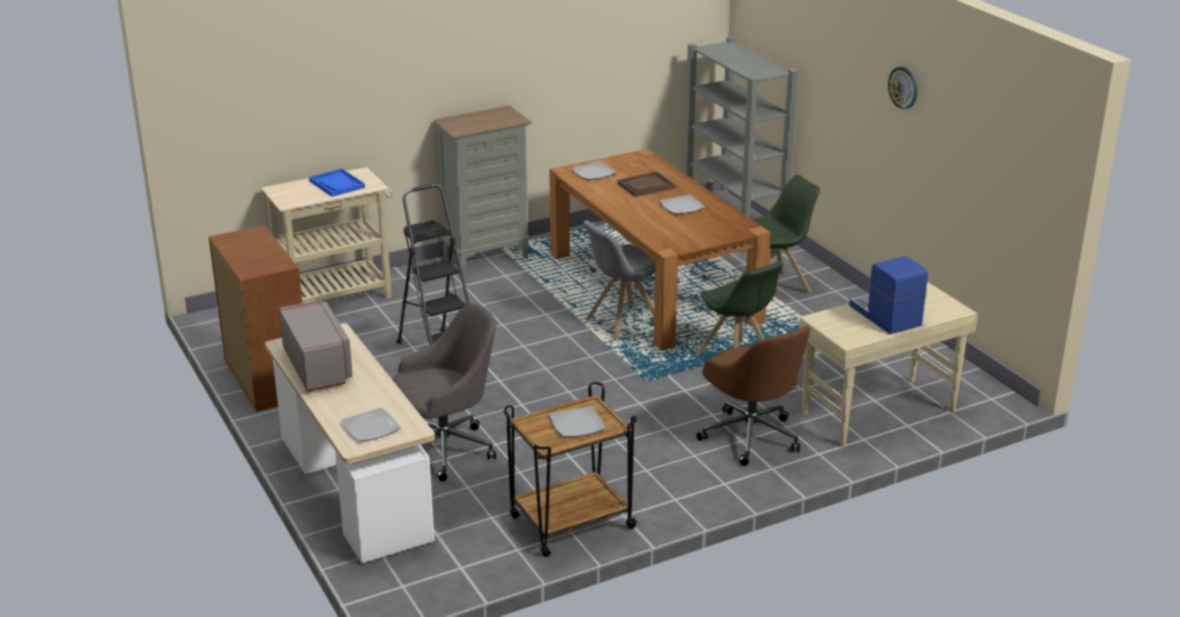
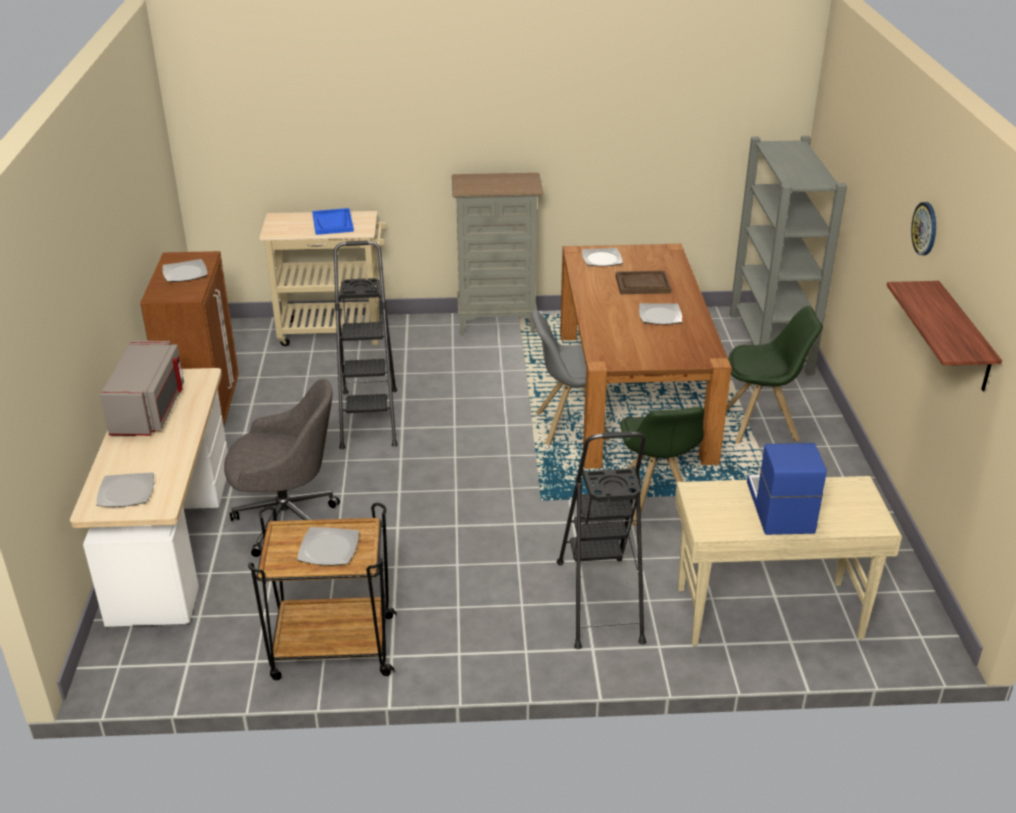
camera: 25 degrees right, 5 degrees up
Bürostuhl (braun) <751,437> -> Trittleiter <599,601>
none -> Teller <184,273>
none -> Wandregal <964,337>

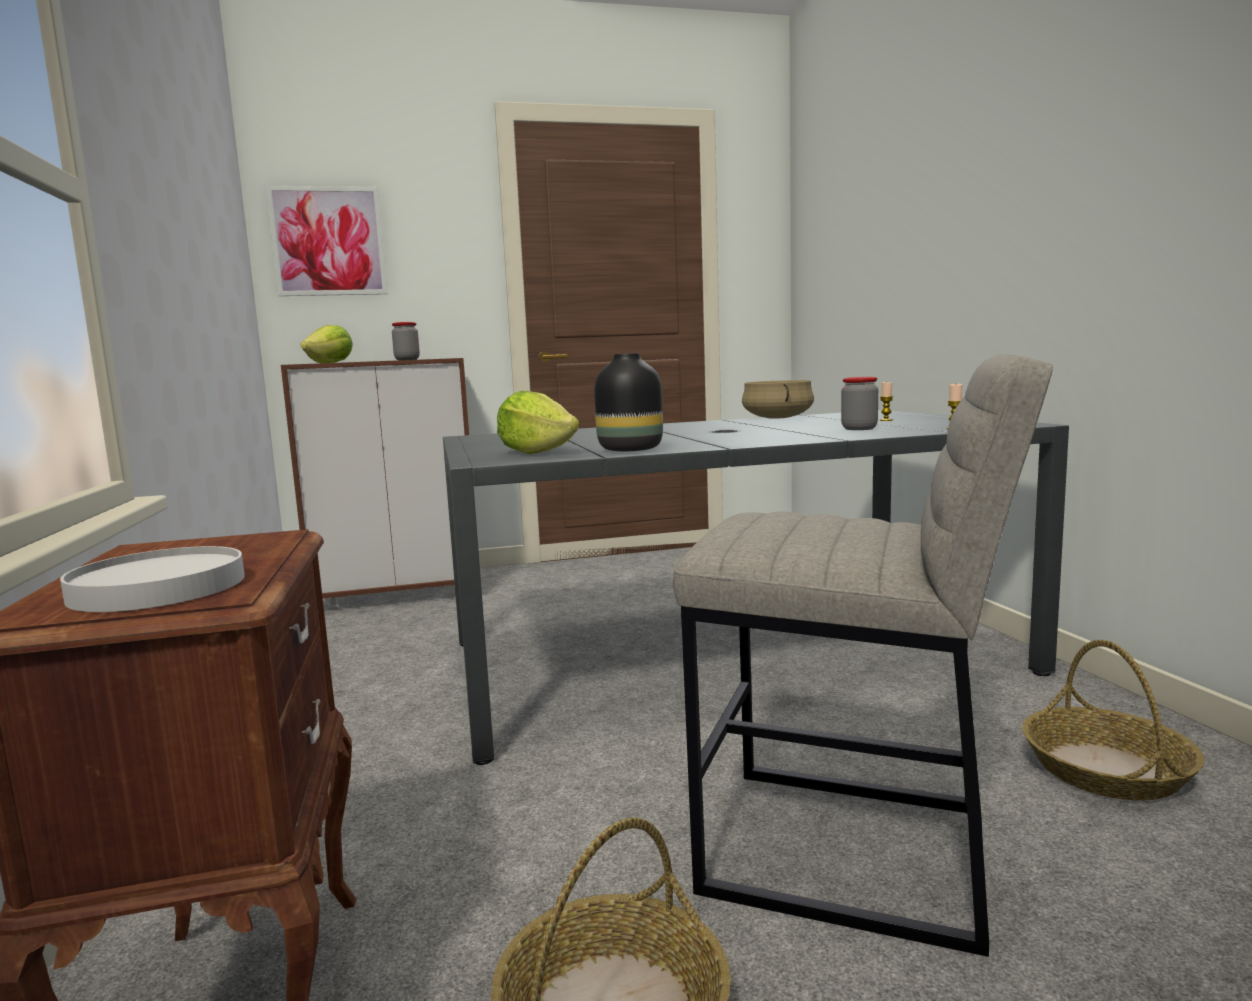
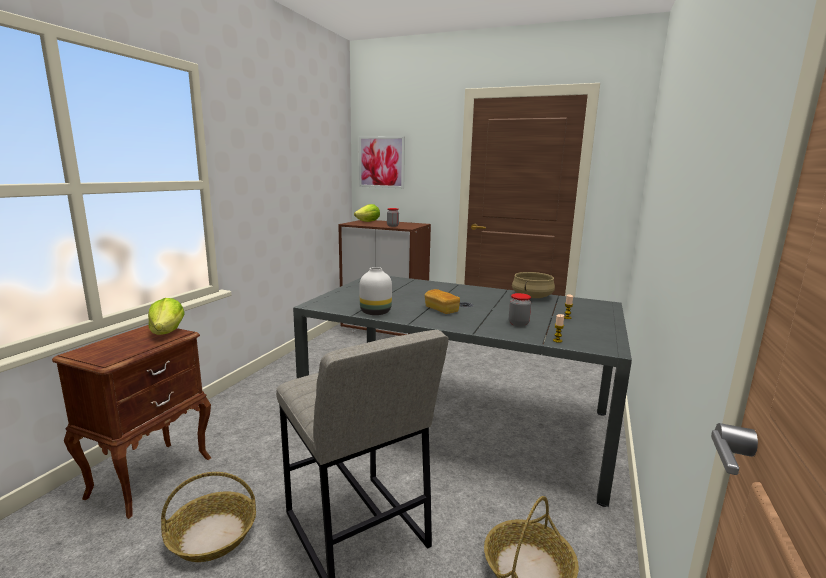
camera: 35 degrees right, 5 degrees up
Teller (weiß) <157,588> -> none
Salatkopf <536,452> -> Salatkopf <167,332>, move
Vase (schwarz) <632,450> -> Vase (weiß) <376,312>
none -> Brot <441,310>

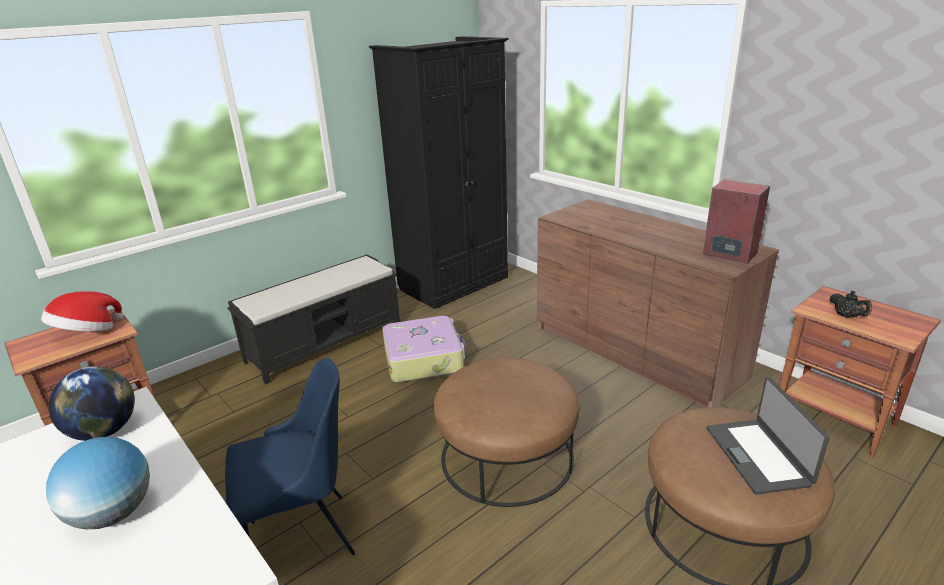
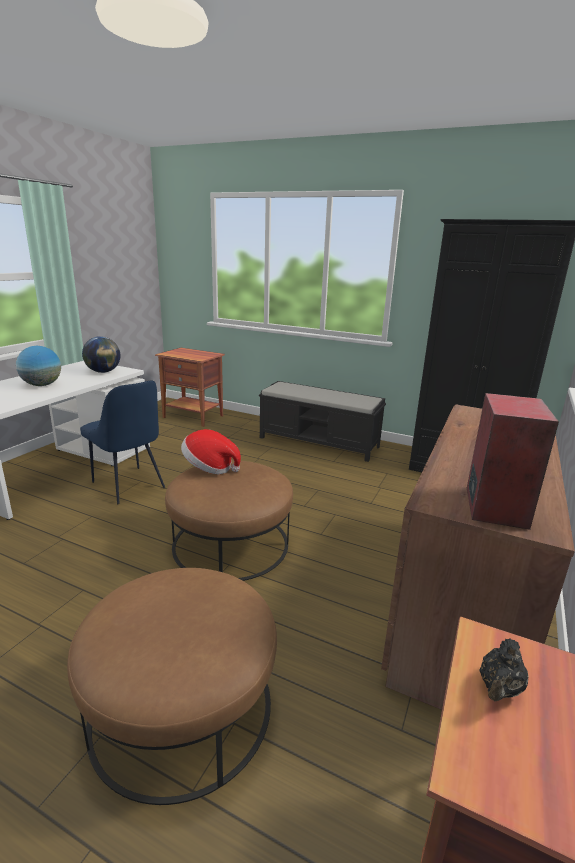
camera: 65 degrees right, 5 degrees down
Hut <87,333> -> Hut <209,468>, move
Koffer <424,358> -> none
Laptop <758,455> -> none

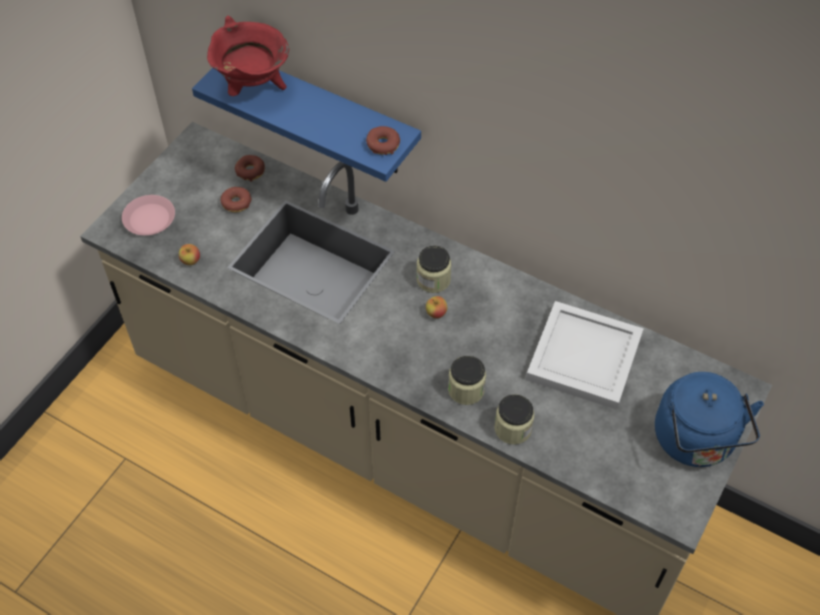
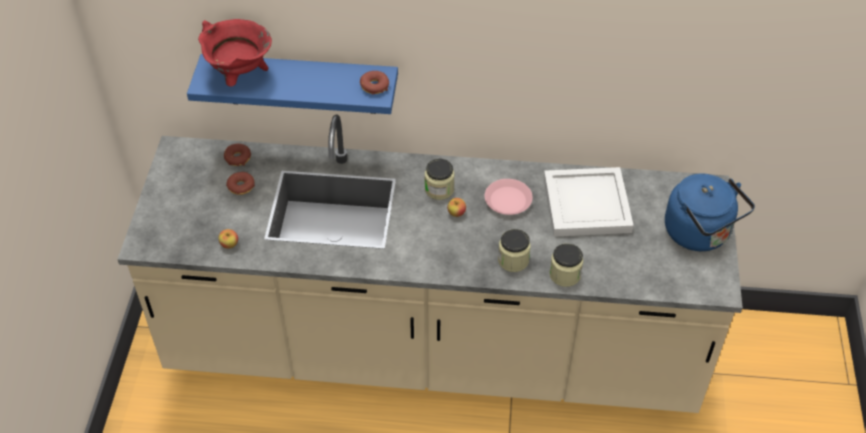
camera: 25 degrees left, 5 degrees down
Teller (rosa) <150,219> -> Teller (rosa) <508,200>, move

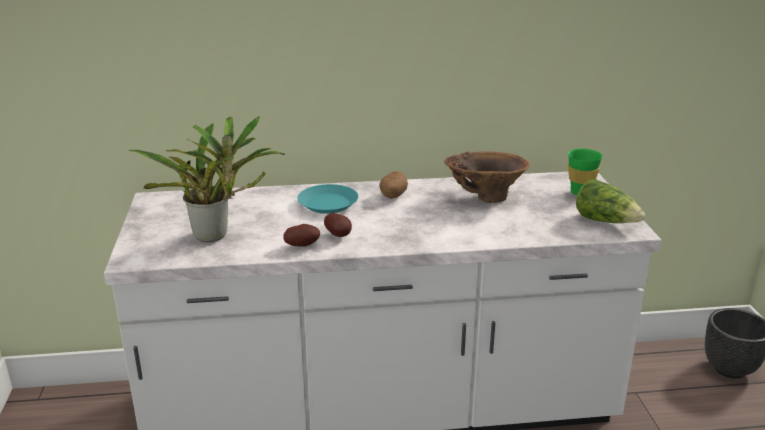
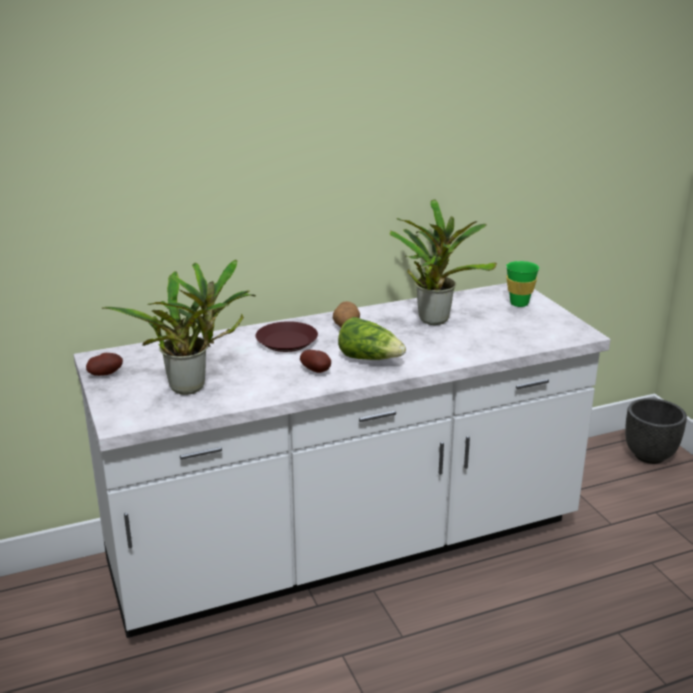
camera: 15 degrees left, 0 degrees up
Kartoffel <302,245> -> Kartoffel <106,374>, move
Teller (türkis) <328,203> -> Teller (braun) <286,341>
Vase (braun) <484,197> -> Topfpflanze <434,318>
Salatkopf <606,221> -> Salatkopf <370,358>, move

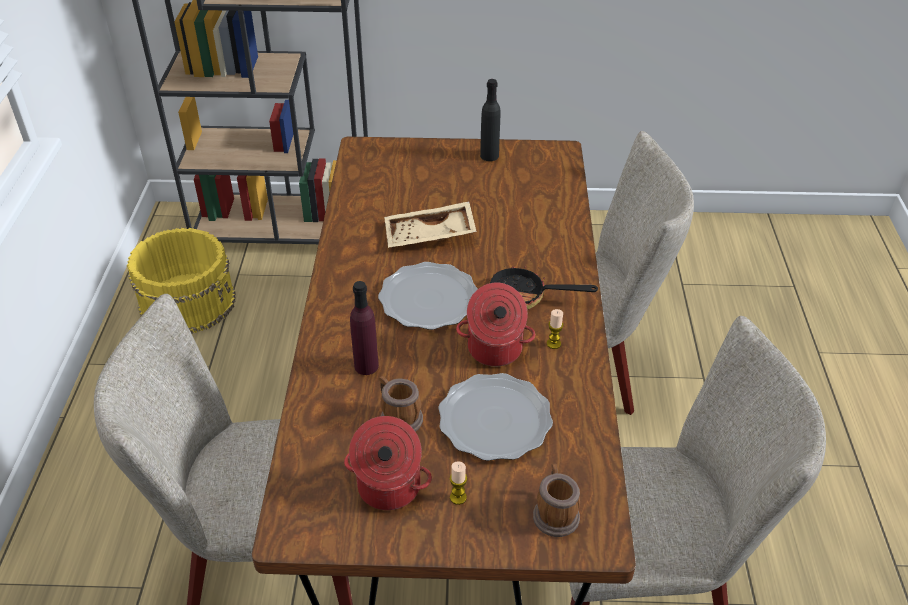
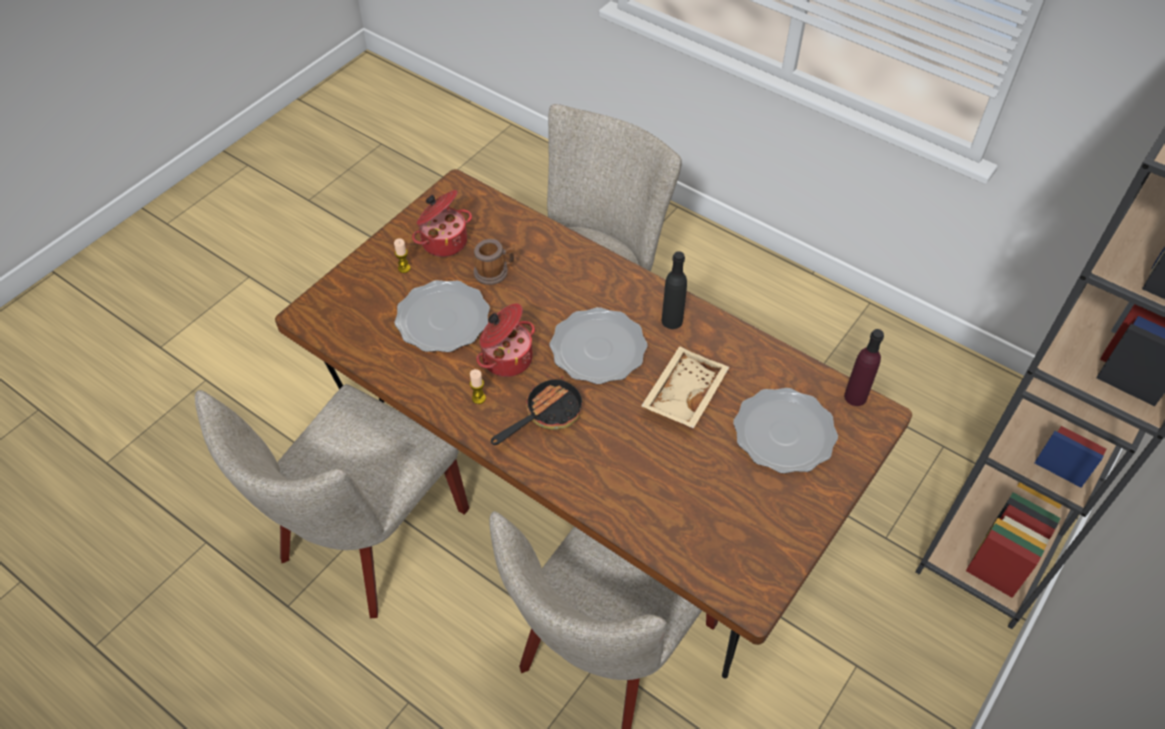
camera: 125 degrees right, 10 degrees up
Eimer (gelb) <188,301> -> none
Flasche (lila) <366,366> -> Flasche (lila) <855,396>, move
Flasche (schwarz) <489,155> -> Flasche (schwarz) <672,320>, move
Henkelbecher <555,512> -> none
none -> Teller <784,432>

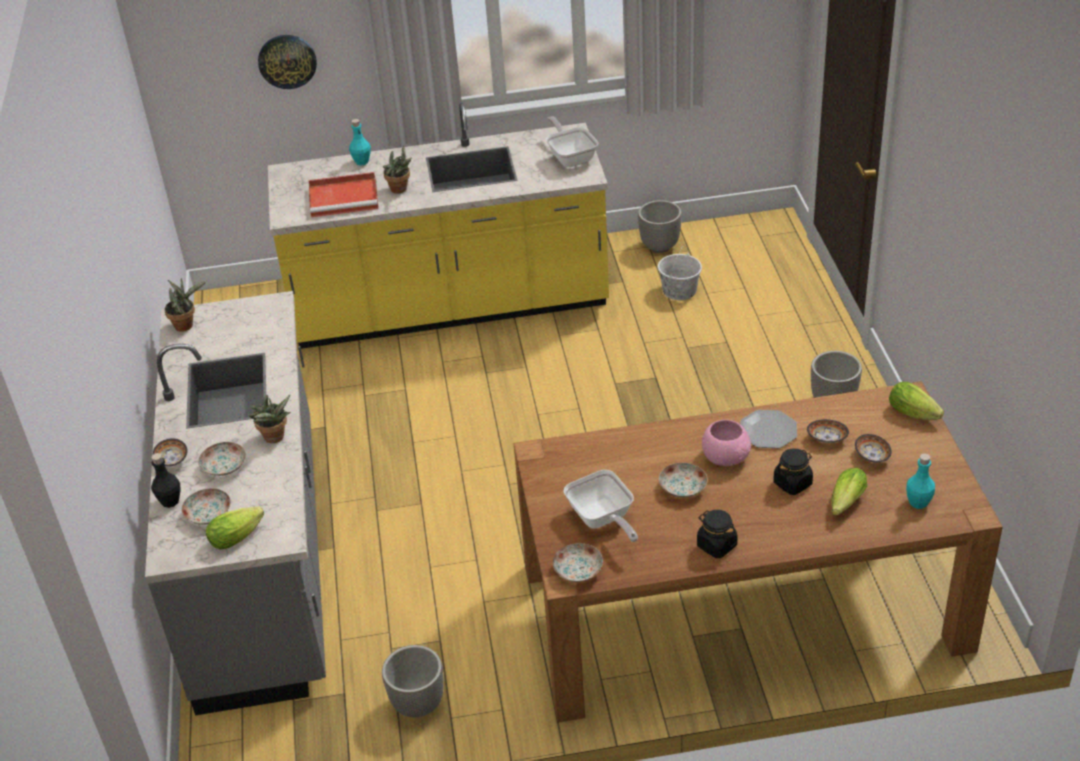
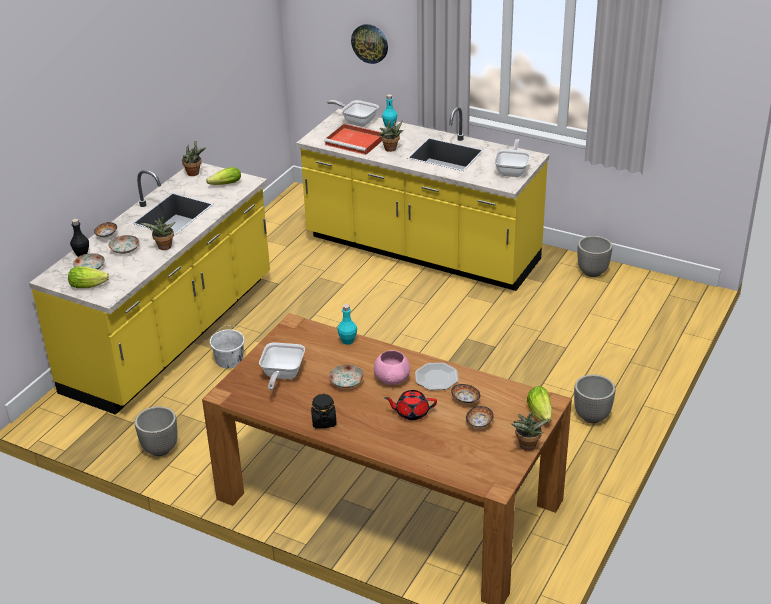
camera: 35 degrees right, 5 degrees down
Küchenzeile (grau) <263,558> -> Küchenzeile (gelb) <172,335>
Teller <577,570> -> none
Eimer (weiß) <679,290> -> Eimer (weiß) <229,360>, move
Vorratsglas (schwarz) <792,483> -> Teekanne (rot) <411,413>
Salatkopf <845,503> -> Salatkopf <224,185>, move
Flasche (türkis) <918,502> -> Flasche (türkis) <347,341>, move
none -> Pfanne <357,121>
none -> Topfpflanze <527,447>

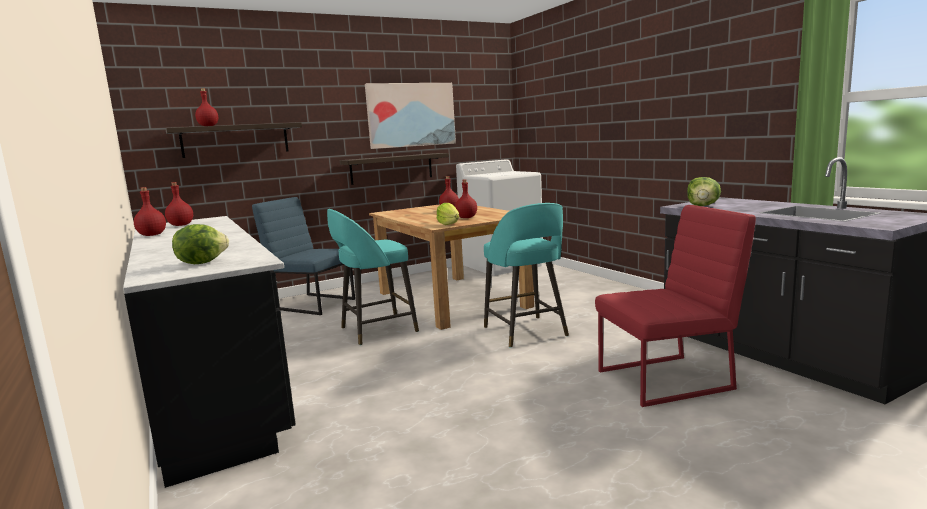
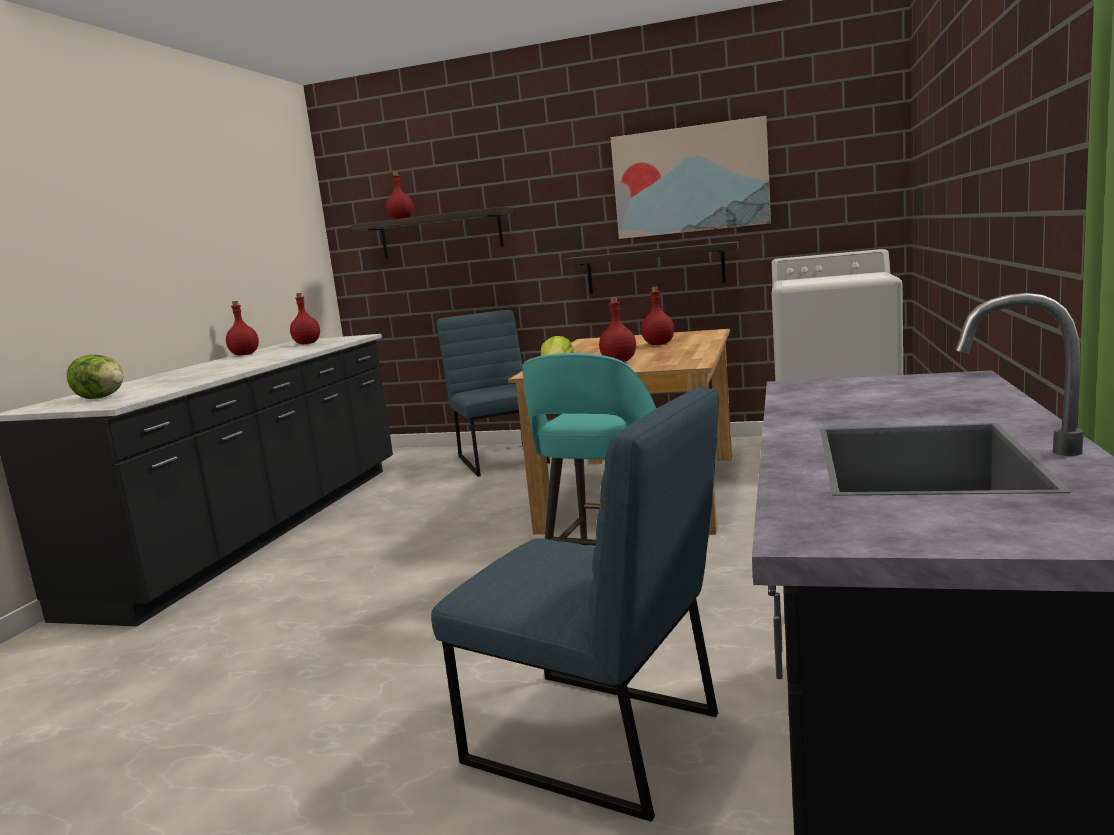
camera: 45 degrees right, 0 degrees up
Hocker (türkis) <376,330> -> none
Stuhl (rot) <668,379> -> Stuhl (blau) <598,741>
Salatkopf <703,206> -> none

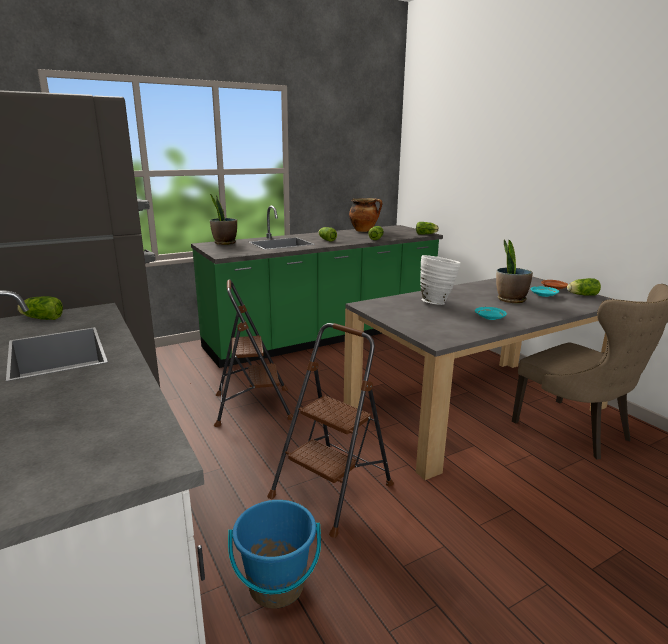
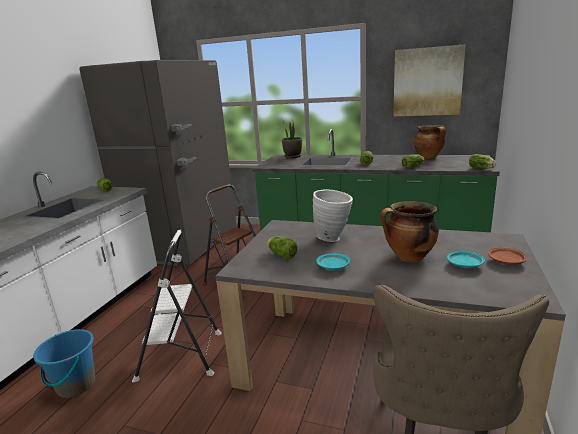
camera: 50 degrees right, 0 degrees up
Trittleiter (braun) <334,488> -> Trittleiter (weiß) <183,355>
Topfpflanze <510,300> -> Kochtopf <408,257>
Salatkopf <581,295> -> Salatkopf <281,254>, move
none -> Bild <427,82>

